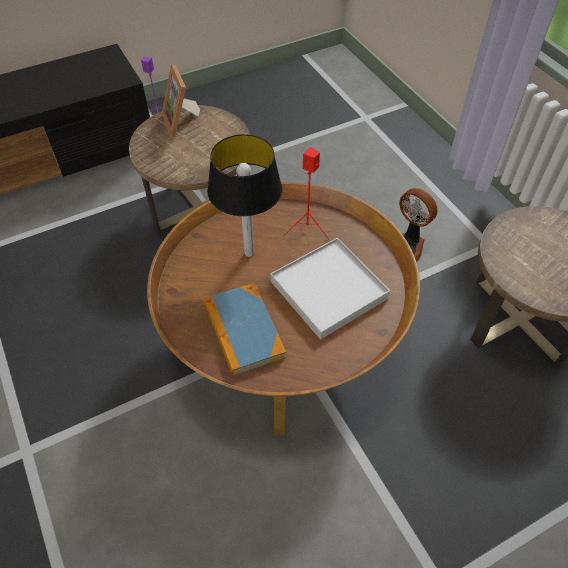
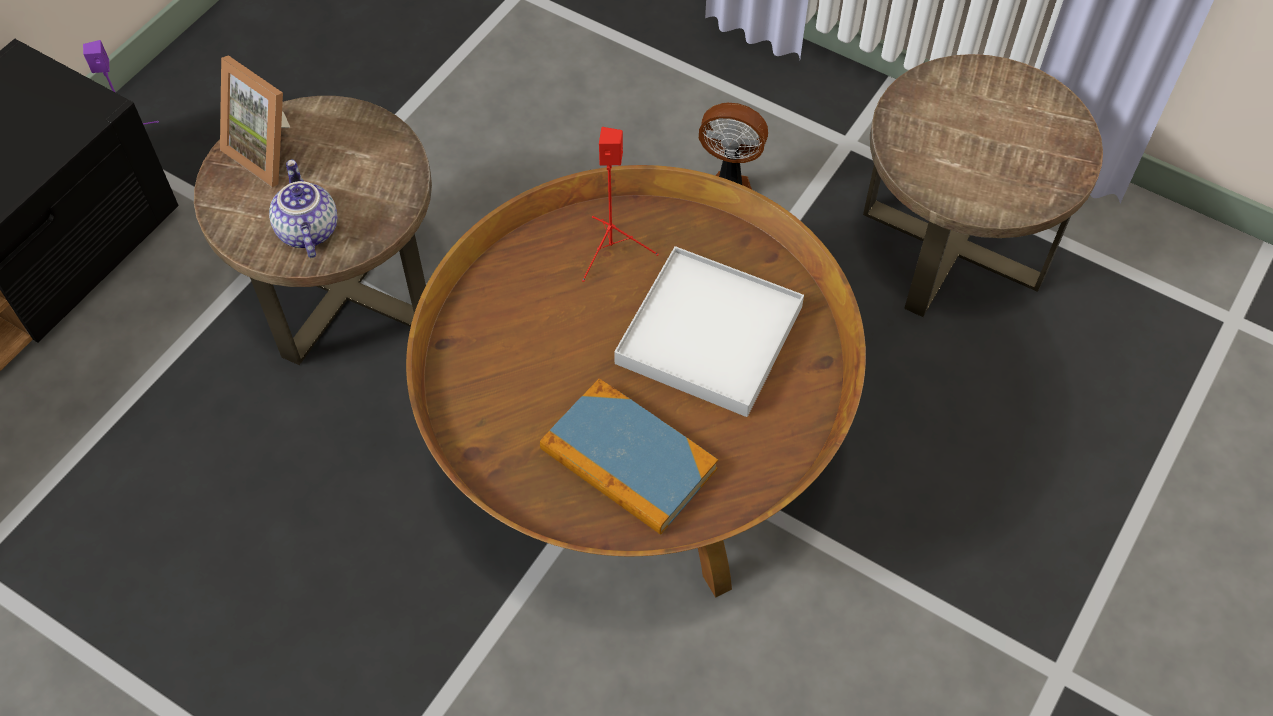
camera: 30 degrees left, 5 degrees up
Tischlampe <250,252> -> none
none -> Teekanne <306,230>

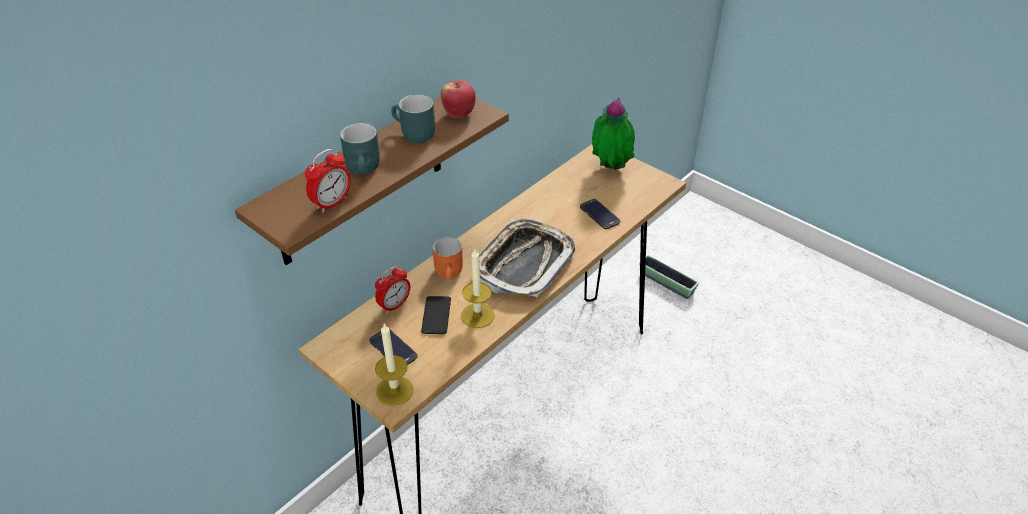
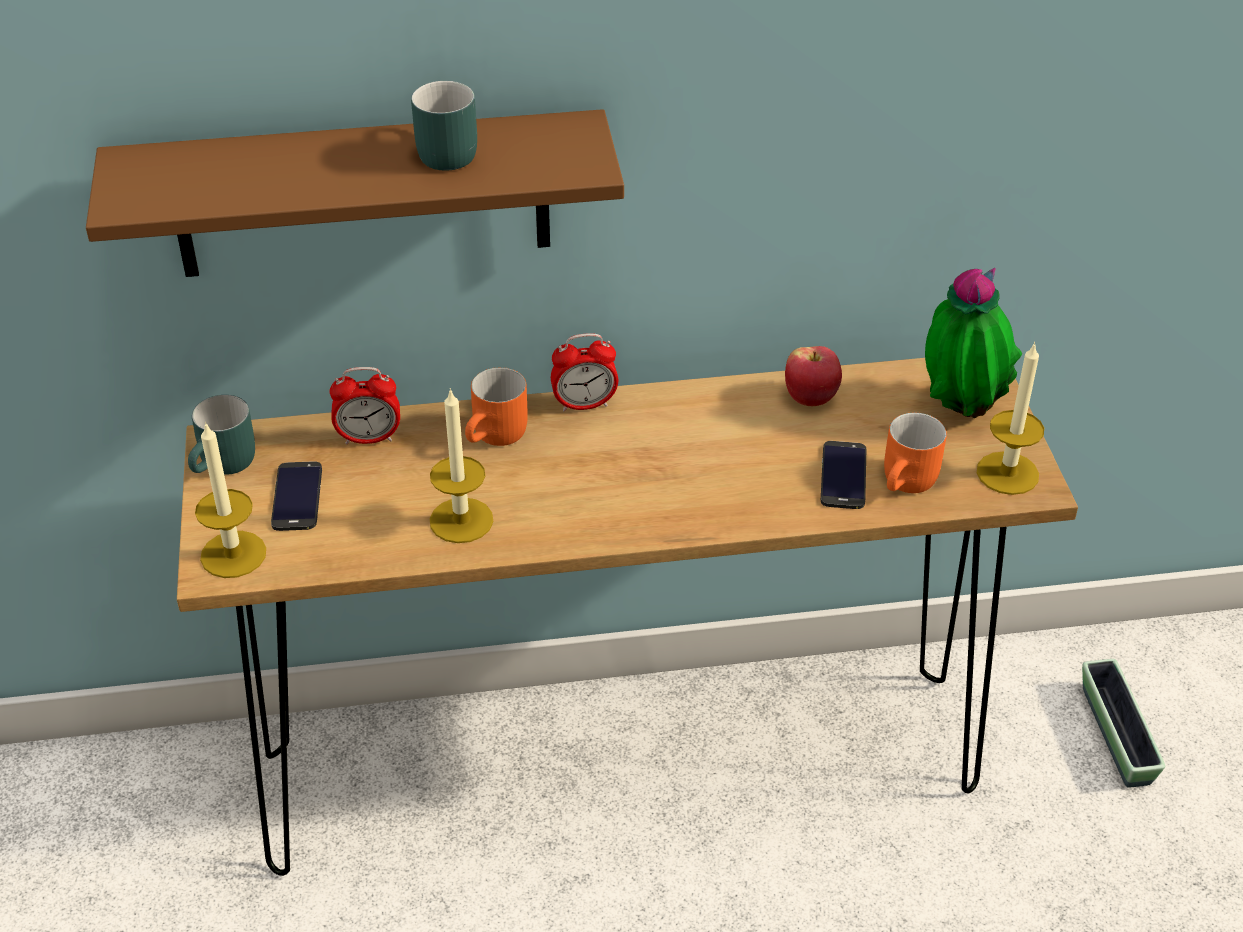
camera: 40 degrees right, 0 degrees up
Wecker <332,203> -> Wecker <584,404>, move
Henkelbecher (türkis) <366,169> -> Henkelbecher (türkis) <226,466>, move
Handy <436,315> -> none
Apfel <459,114> -> Apfel <811,398>, move
Tablett <524,263> -> none
none -> Henkelbecher (orange) <909,484>
none -> Kerze <1007,473>

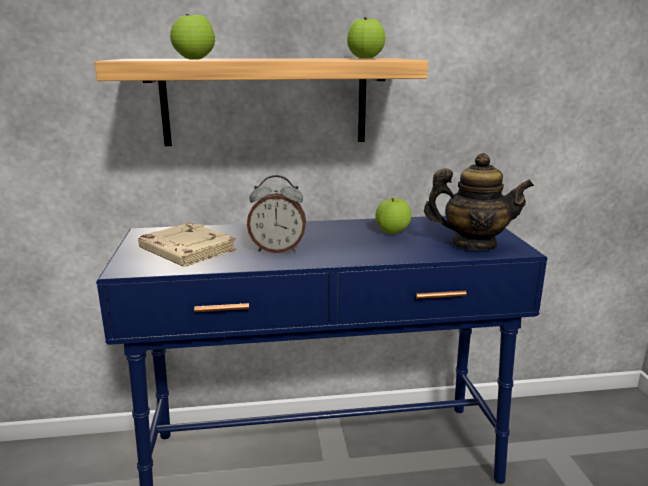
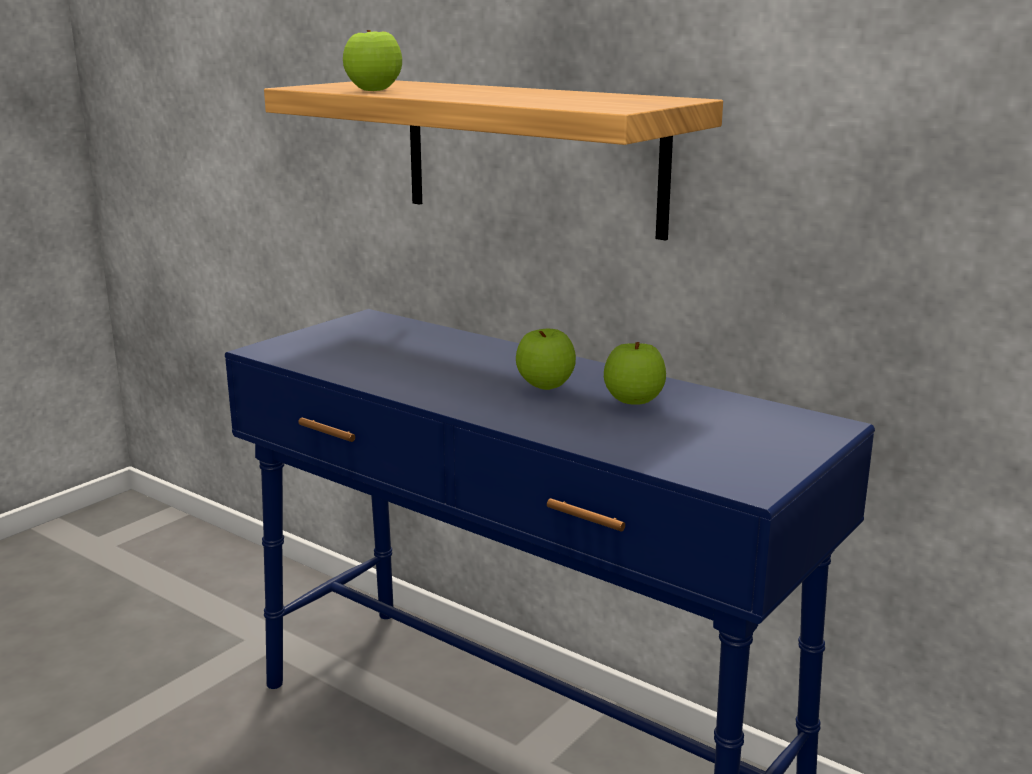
camera: 45 degrees right, 0 degrees up
Buch (beige) <186,251> -> none
Wecker <277,250> -> none
Apfel <365,58> -> Apfel <545,386>, move
Teekanne <473,244> -> none

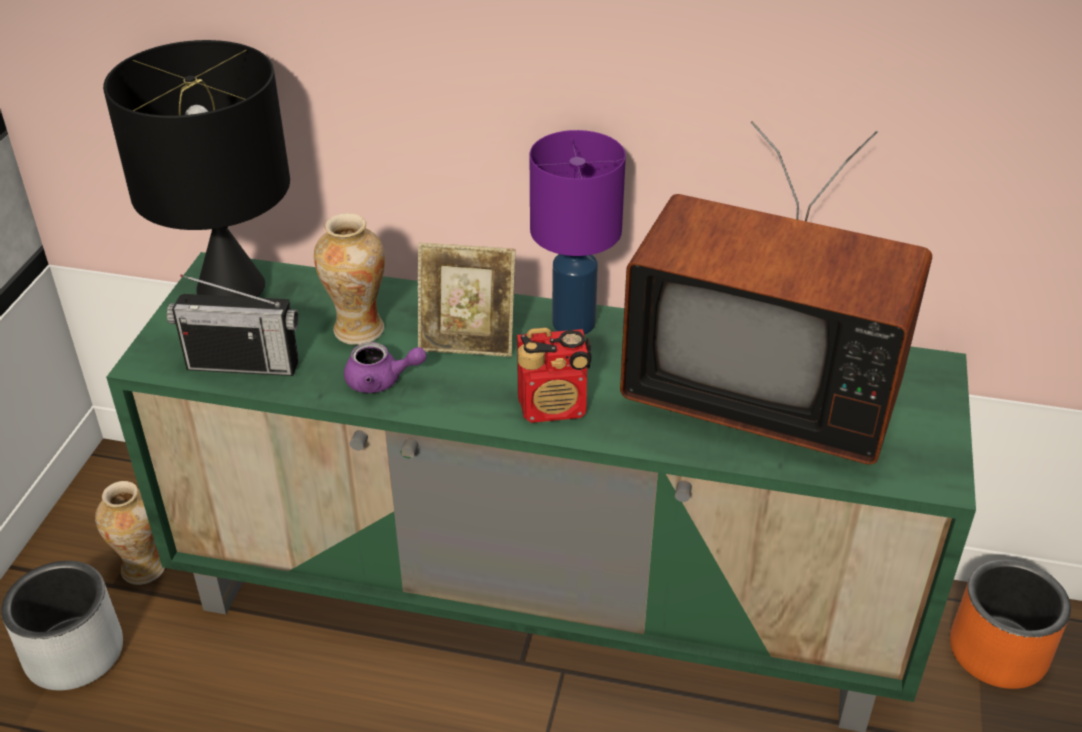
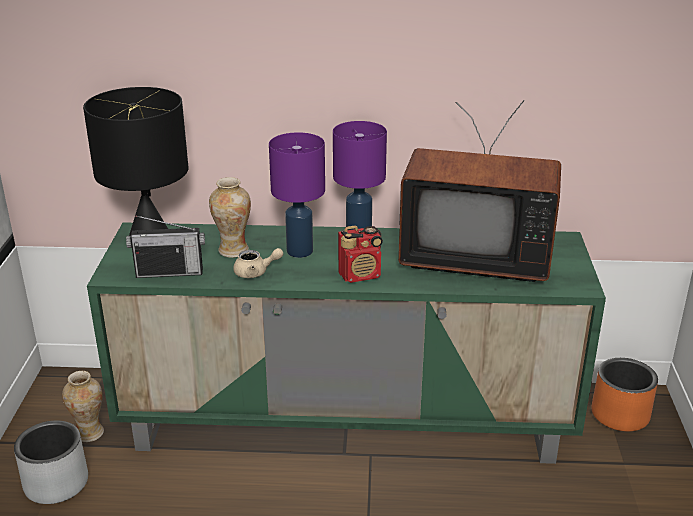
camera: 10 degrees left, 10 degrees down
Teekanne (lila) <381,381> -> Teekanne (beige) <255,272>
Bilderrahmen <467,343> -> Tischlampe (lila) <300,251>

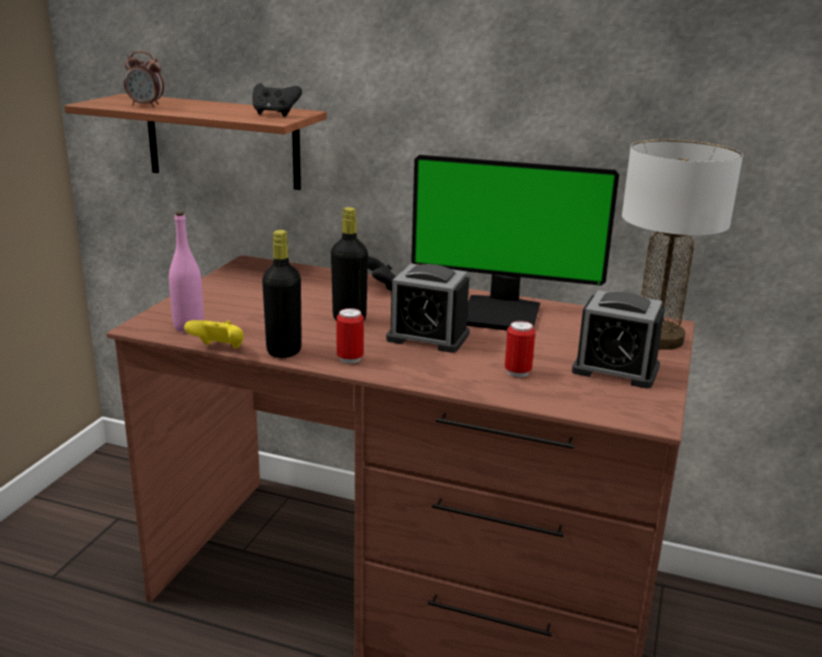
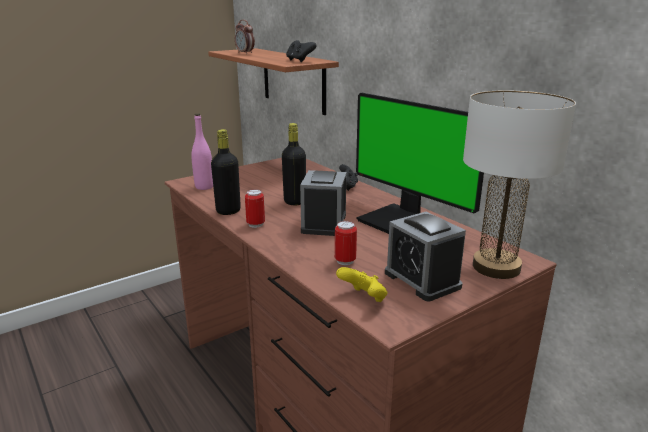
camera: 35 degrees right, 0 degrees up
Gamepad (gelb) <218,349> -> Gamepad (gelb) <363,298>, move
Wecker <428,337> -> Wecker <324,223>, 45 degrees clockwise

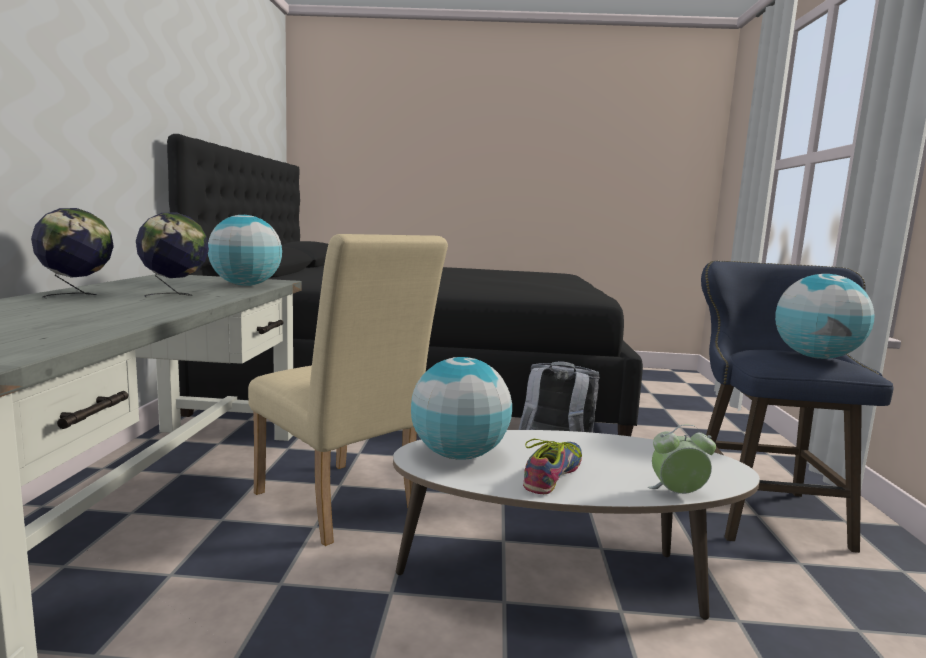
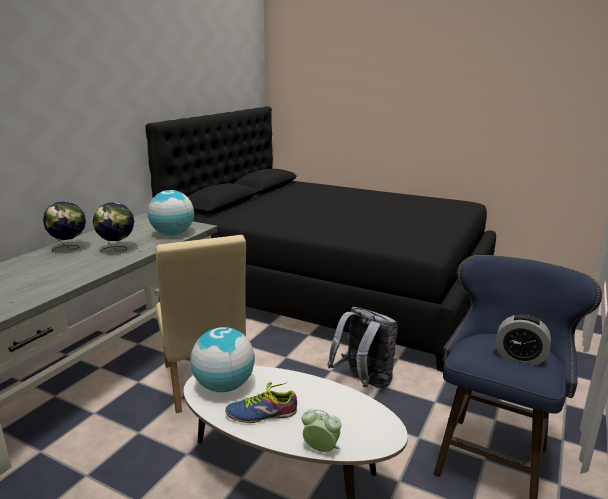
camera: 25 degrees right, 10 degrees up
Schuh <552,474> -> Schuh <262,414>, 150 degrees counterclockwise
Globus <816,357> -> Wecker <520,357>

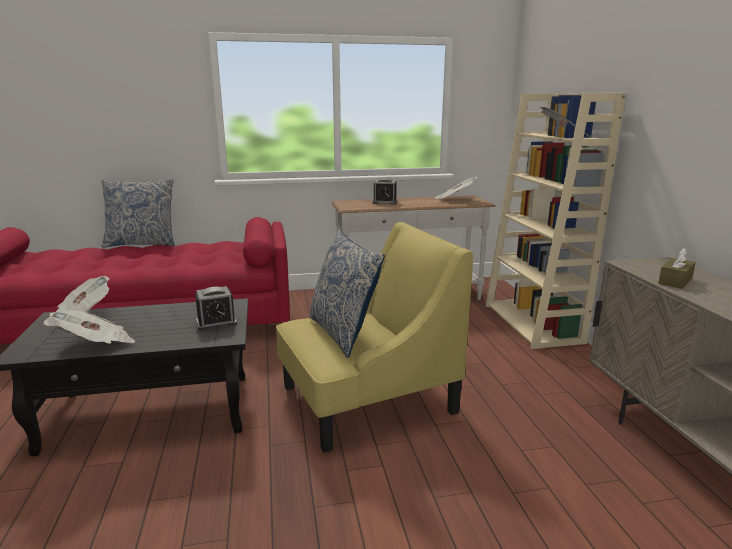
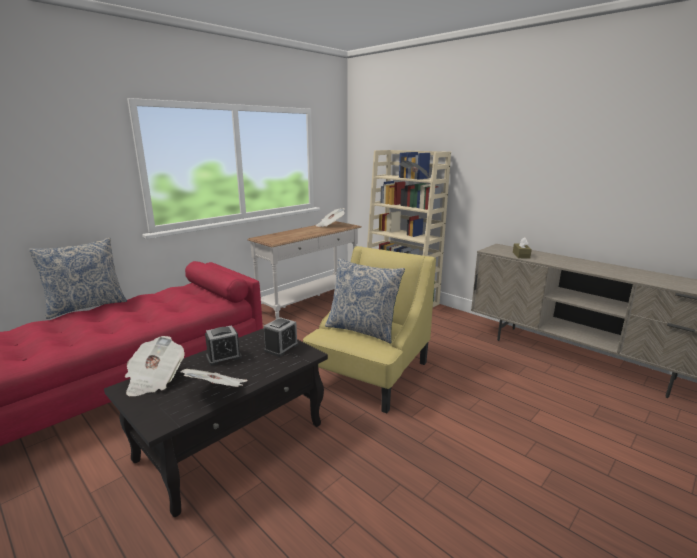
camera: 35 degrees left, 0 degrees up
Wecker <385,202> -> Wecker <224,357>, move

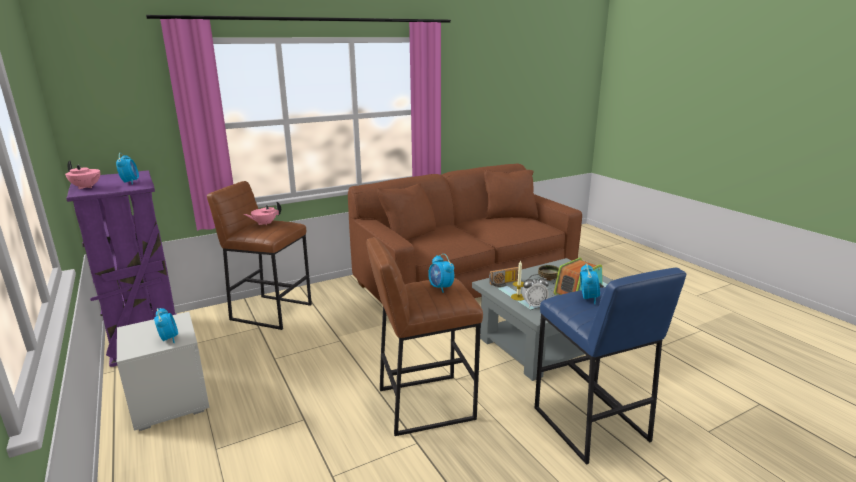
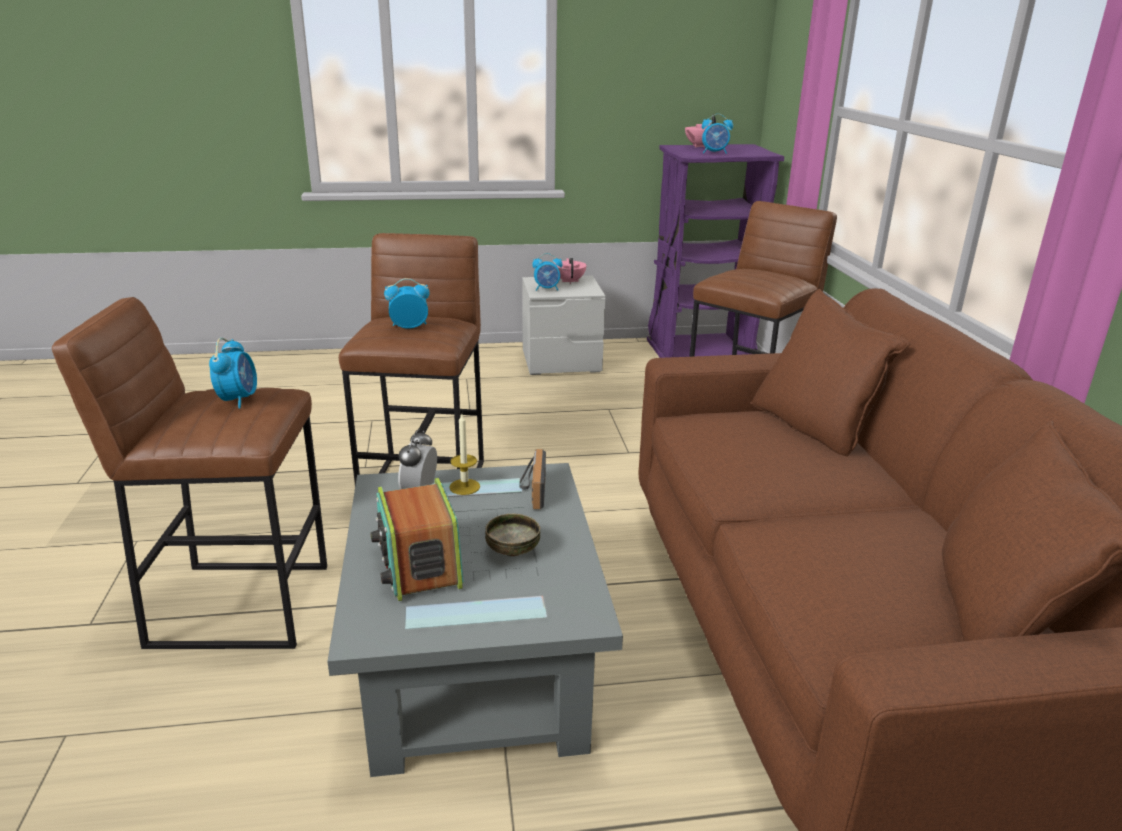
camera: 110 degrees right, 5 degrees up
Teekanne (rosa) <264,224> -> Teekanne (rosa) <570,281>, move
Hocker (blau) <591,425> -> Hocker (braun) <237,604>
Wecker <588,298> -> Wecker <238,399>, 120 degrees counterclockwise

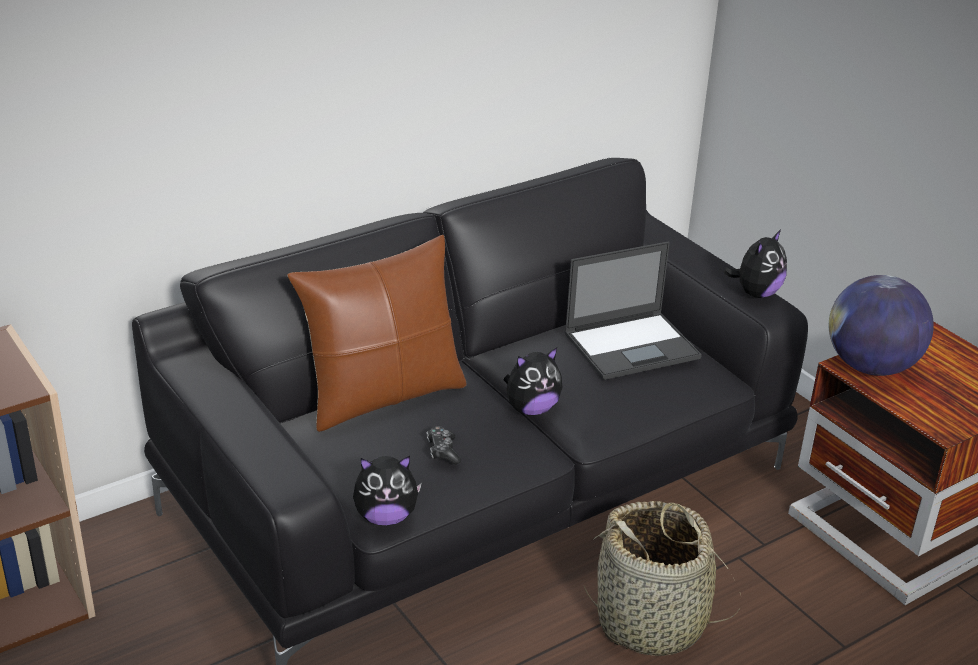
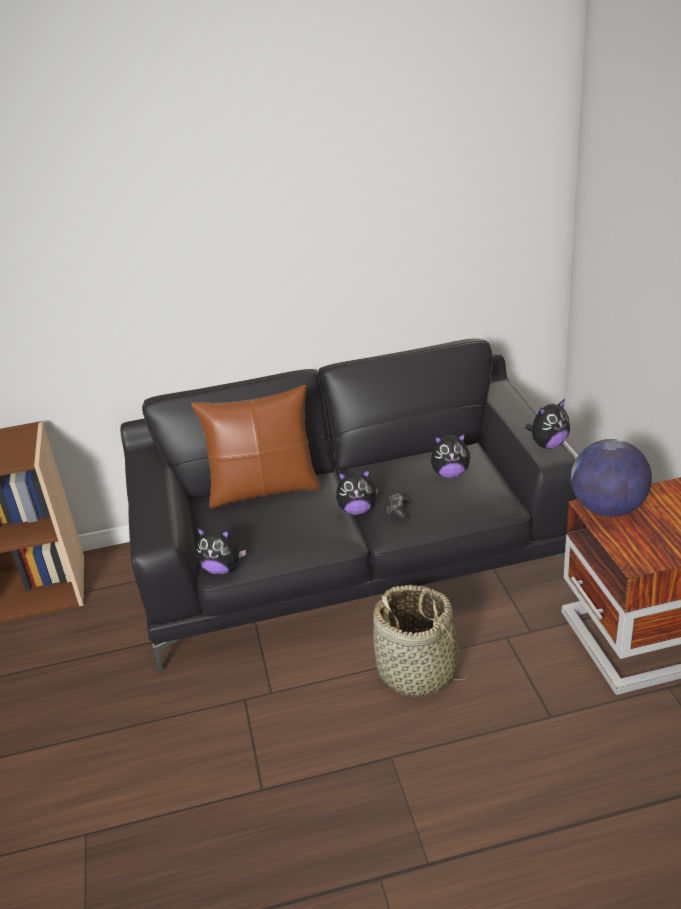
camera: 25 degrees right, 0 degrees up
Gamepad <443,451> -> Gamepad <398,510>, move
Laptop <633,345> -> Plüschtier <450,474>

